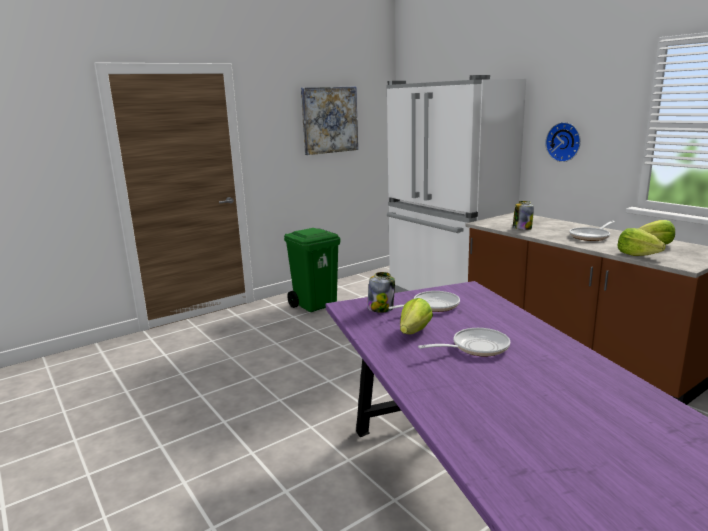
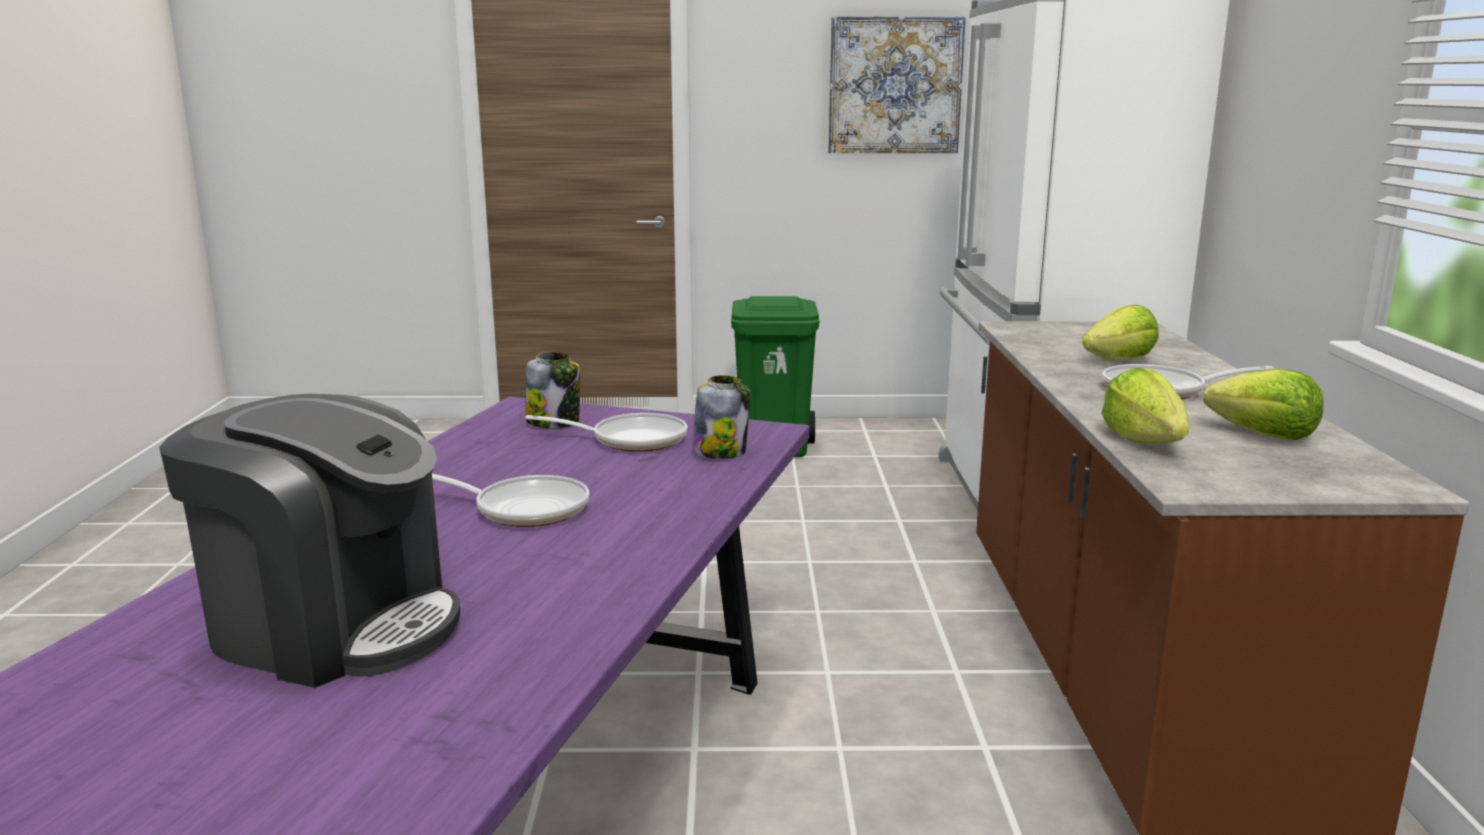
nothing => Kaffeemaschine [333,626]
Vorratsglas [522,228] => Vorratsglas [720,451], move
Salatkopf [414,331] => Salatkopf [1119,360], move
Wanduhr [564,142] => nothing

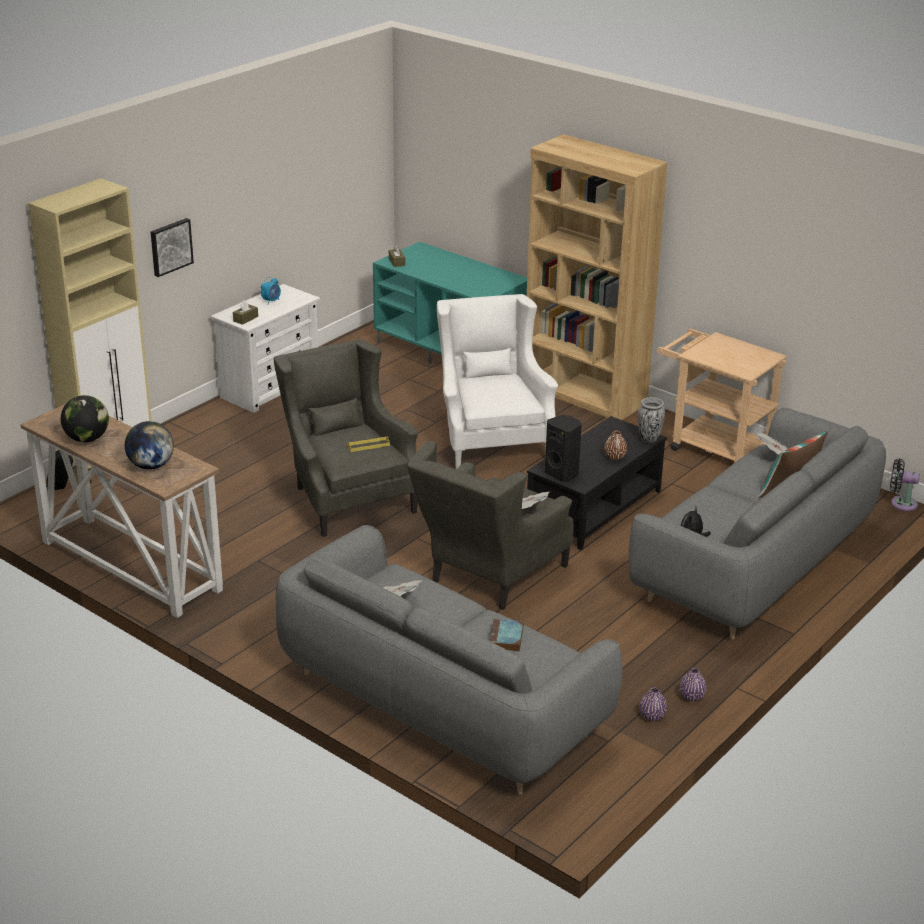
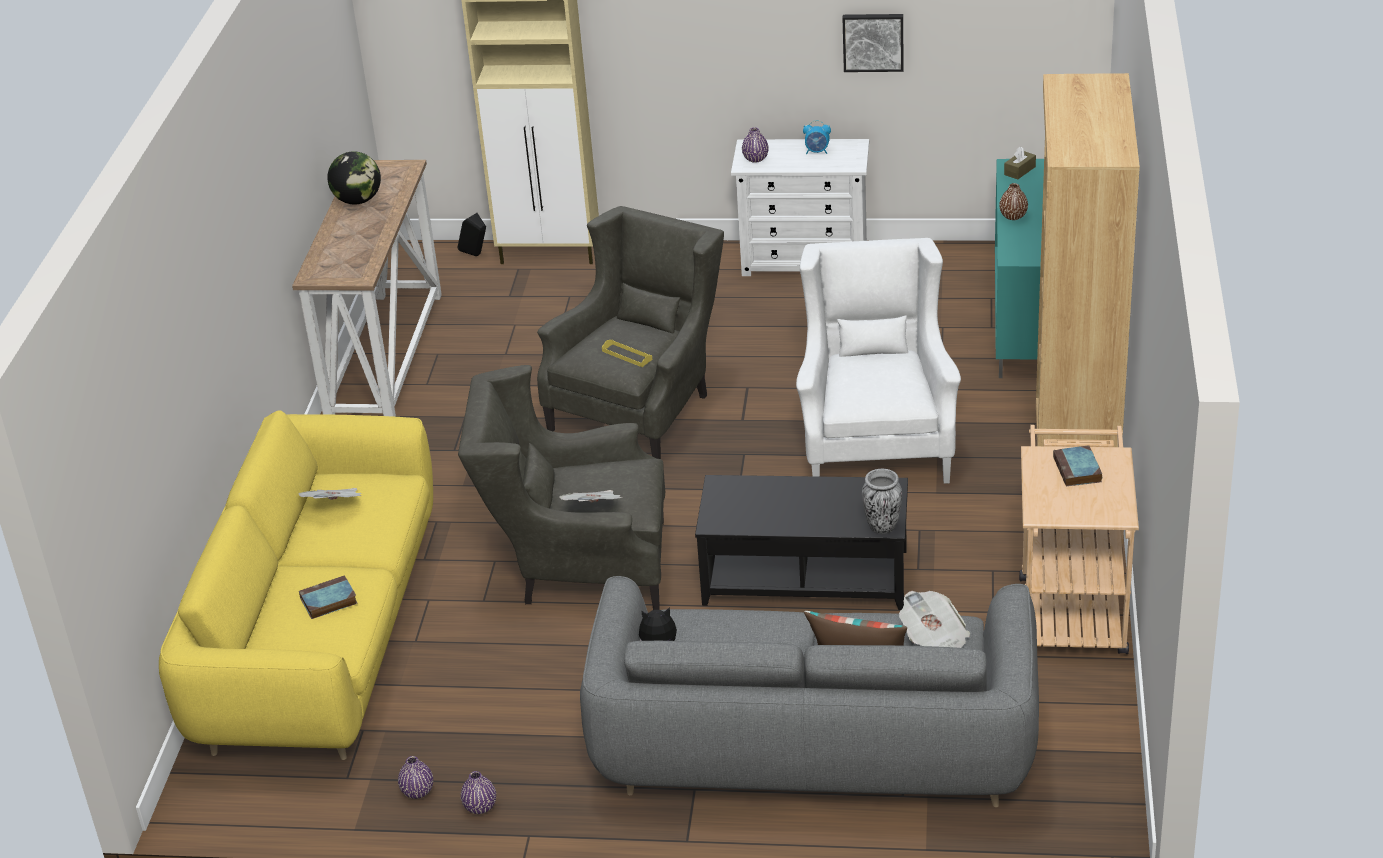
Sofa/grau [441,704] => Sofa/gelb [320,639]
Taschentuchbox/braun [245,319] => Vase/lila [755,159]
Sessel/weiß [491,439] => Sessel/weiß [876,439], 45 degrees counterclockwise
Bild [170,246] => Bild [873,41], move
Vase/braun [615,457] => Vase/braun [1013,216], move
nothing => Buch [1078,470]
Globus [151,466] => nothing
Lautsprecher/schwarz [562,473] => nothing
Ventilator/schwarz [900,503] => nothing

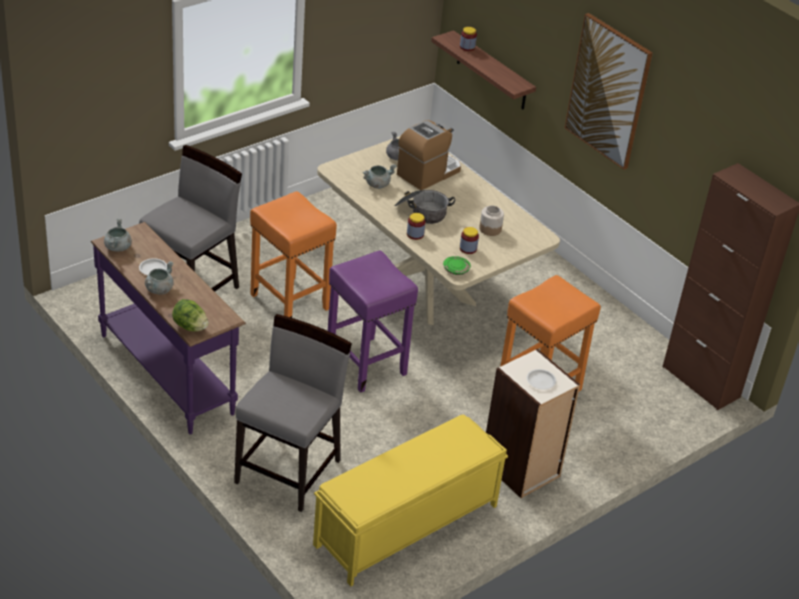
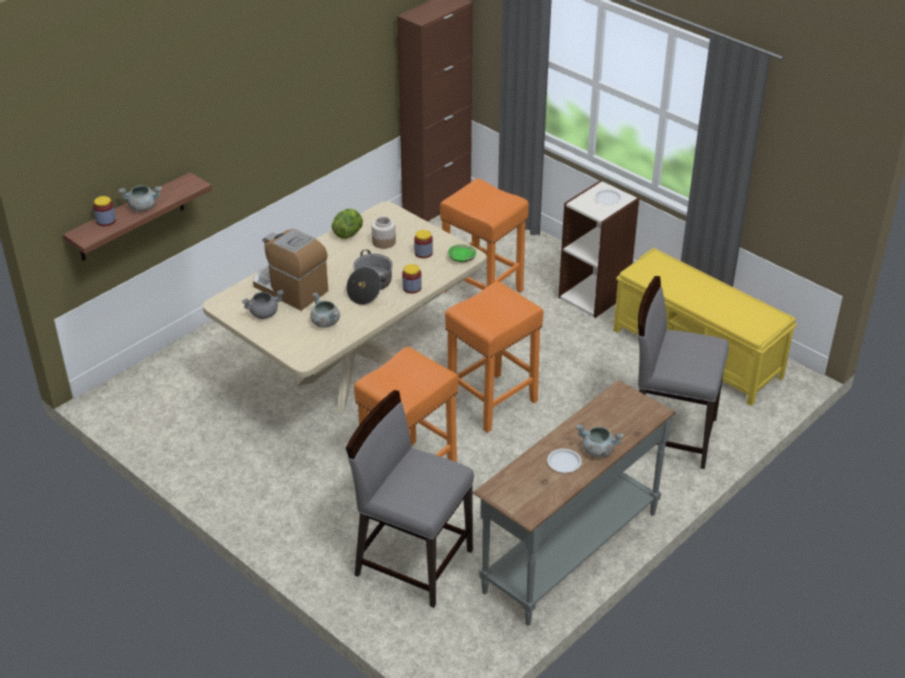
Kochtopf/grau [118,247] => Kochtopf/grau [143,207], move
Salatkopf [190,327] => Salatkopf [348,233], move
Hocker/lila [365,363] => Hocker/orange [491,403]
Konsolentisch/lila [168,373] => Konsolentisch/grau [569,551]
Bild [608,91] => nothing

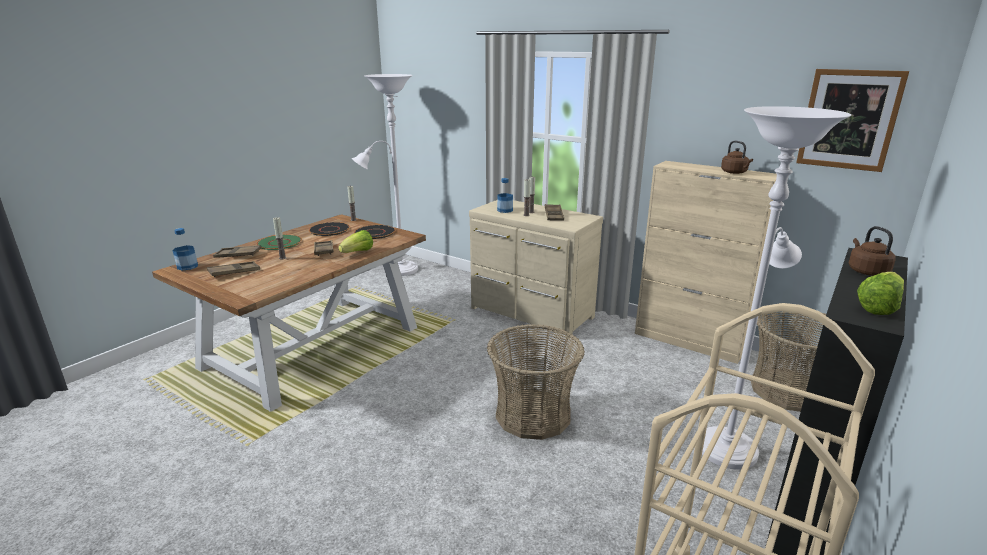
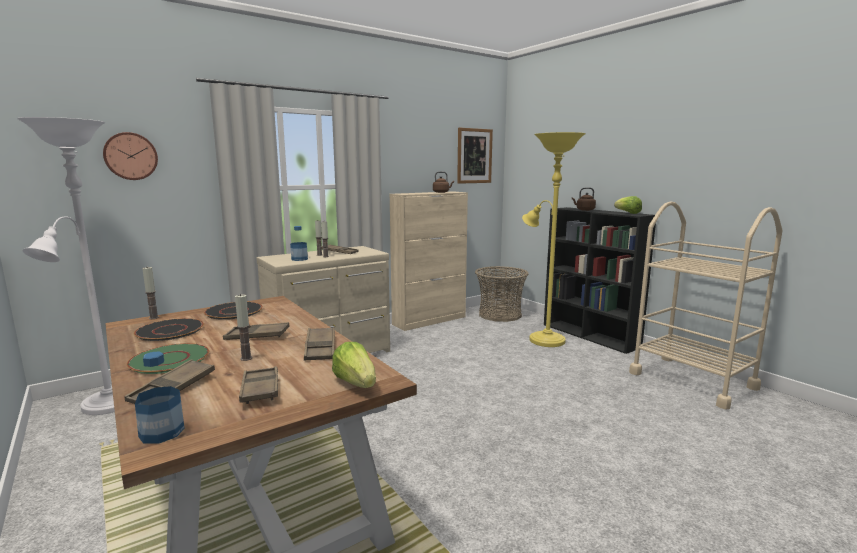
nothing => Wanduhr [130,156]
nothing => Tablett/braun [320,348]
Salatkopf [358,252] => Salatkopf [356,383], move
Stehlampe/weiß [729,445] => Stehlampe/gelb [543,339]
Korb [533,415] => nothing

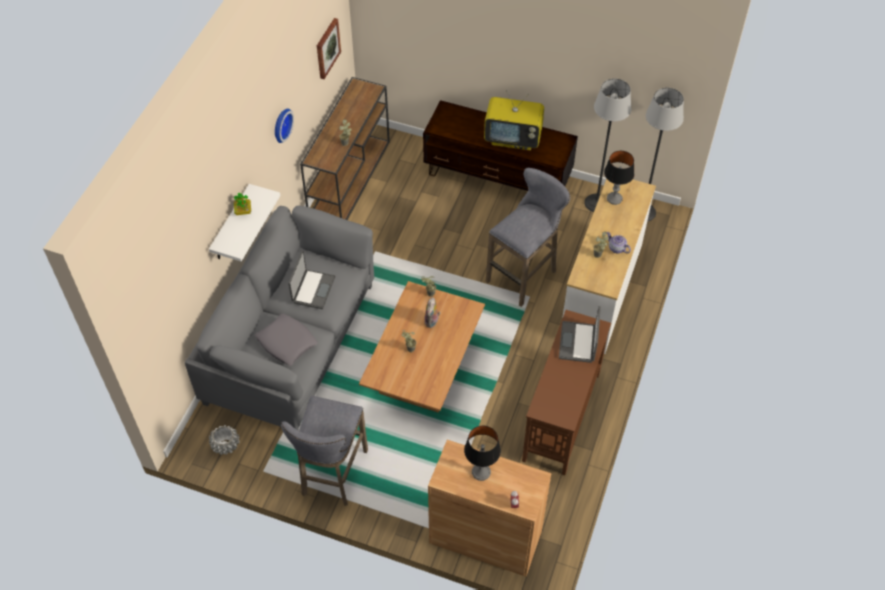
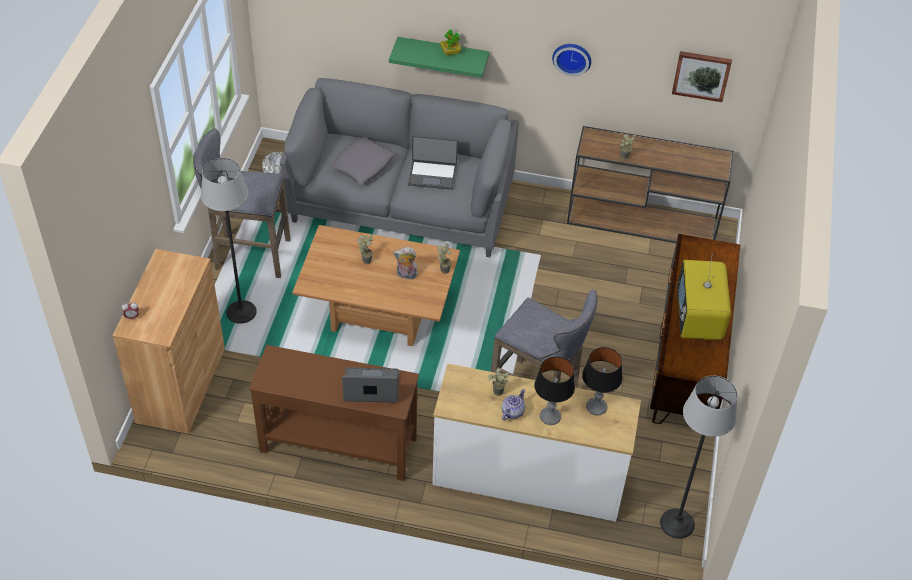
Stehlampe [596,203] => Stehlampe [241,312], move
Wandregal/weiß [231,225] => Wandregal/grün [442,55]
Tischlampe [481,472] => Tischlampe [550,416], move

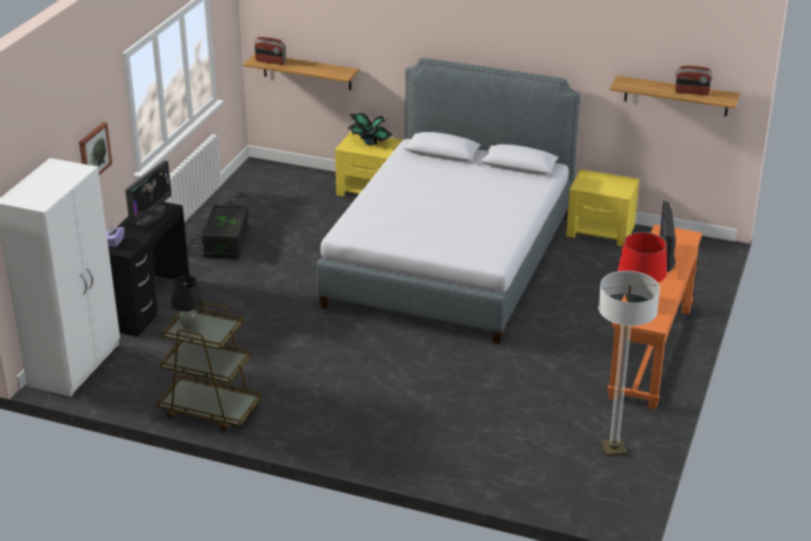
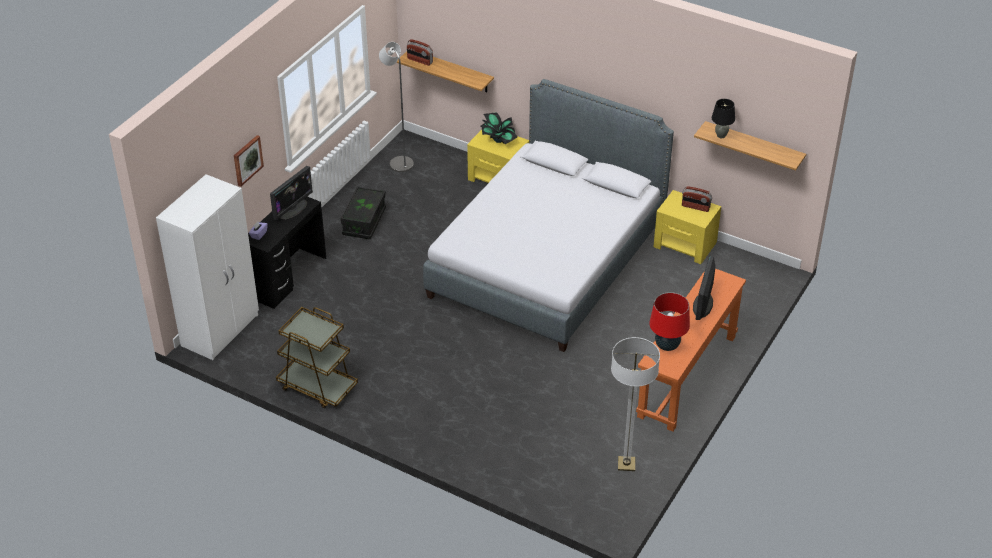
nothing => Stehlampe/grau [399,162]
Radio [691,92] => Radio [695,207], move
Tischlampe/schwarz [189,326] => Tischlampe/schwarz [721,135], move

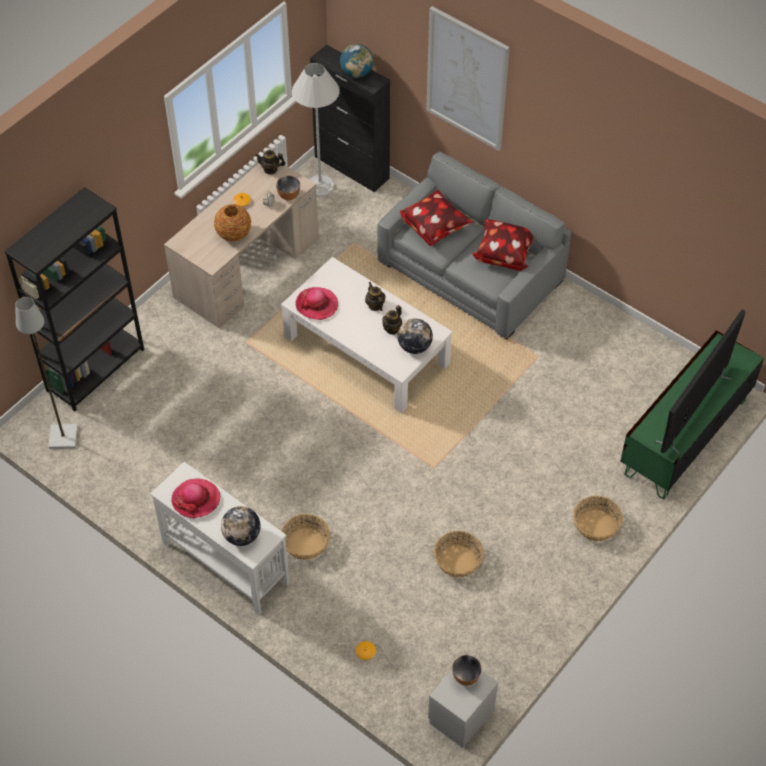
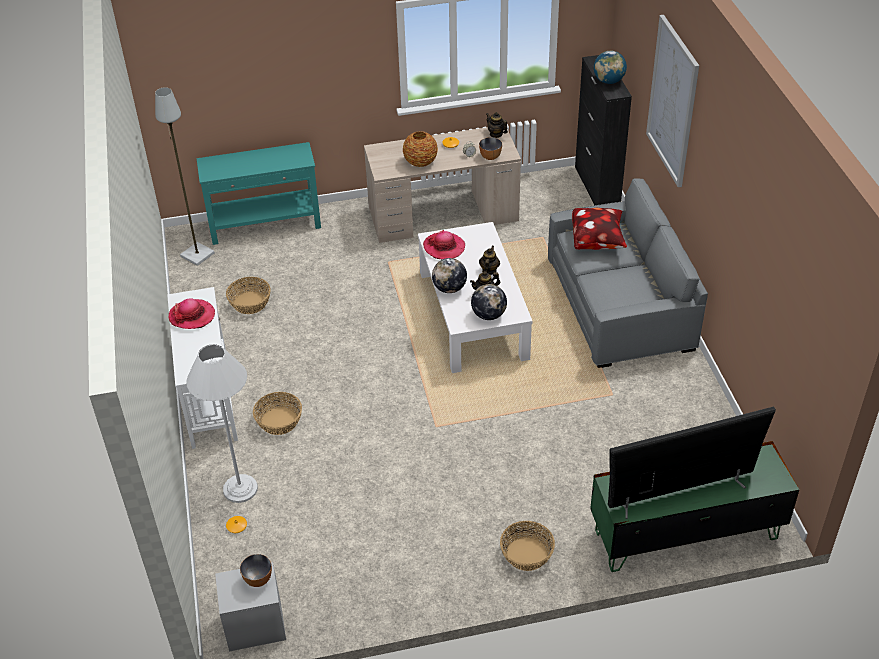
Stehlampe/weiß [320,186] => Stehlampe/weiß [240,489], move
Bücherregal/schwarz [95,369] => Konsolentisch/türkis [265,224]
Korb [457,561] => Korb [250,303], move
Globus [242,536] => Globus [449,288], move
Kissen [504,254] => nothing

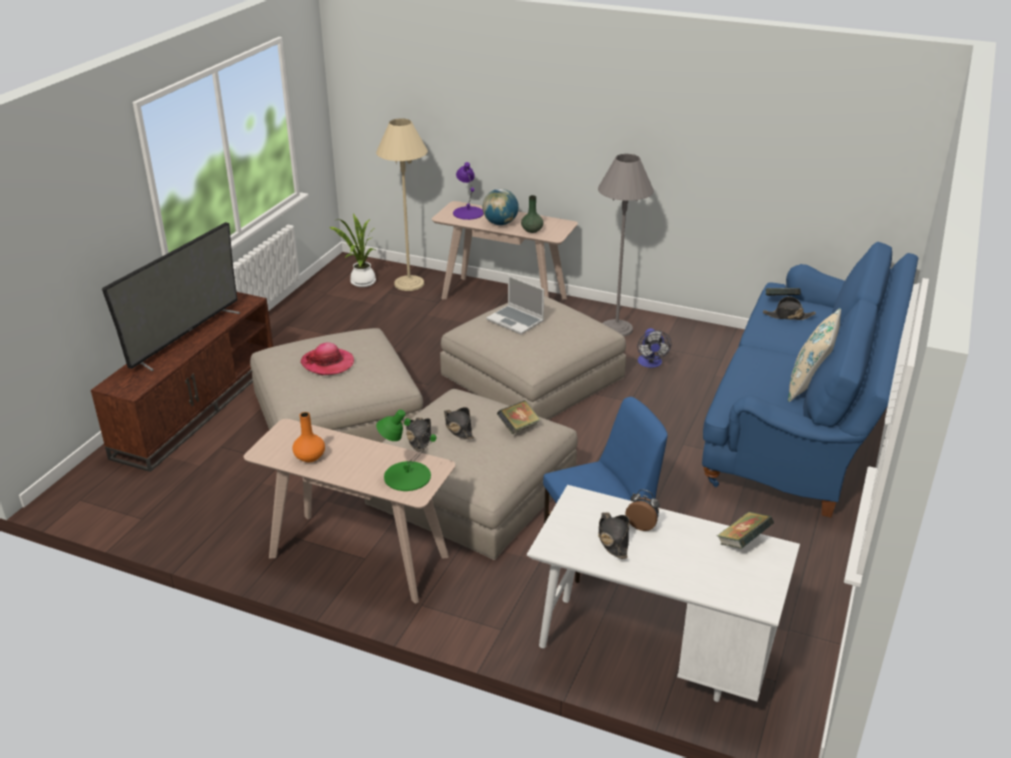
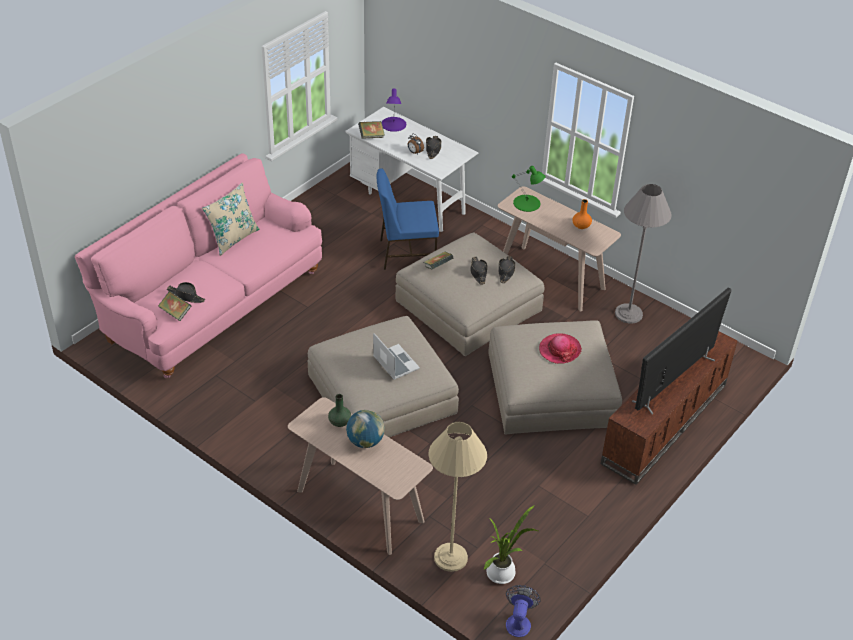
Sofa/blau [801,423] => Sofa/rosa [211,304]
Tischlampe/lila [468,213] => Tischlampe/lila [393,124], move
Ventilator [650,363] => Ventilator [519,621], move
Stehlampe/grau [616,329] => Stehlampe/grau [628,314], move

